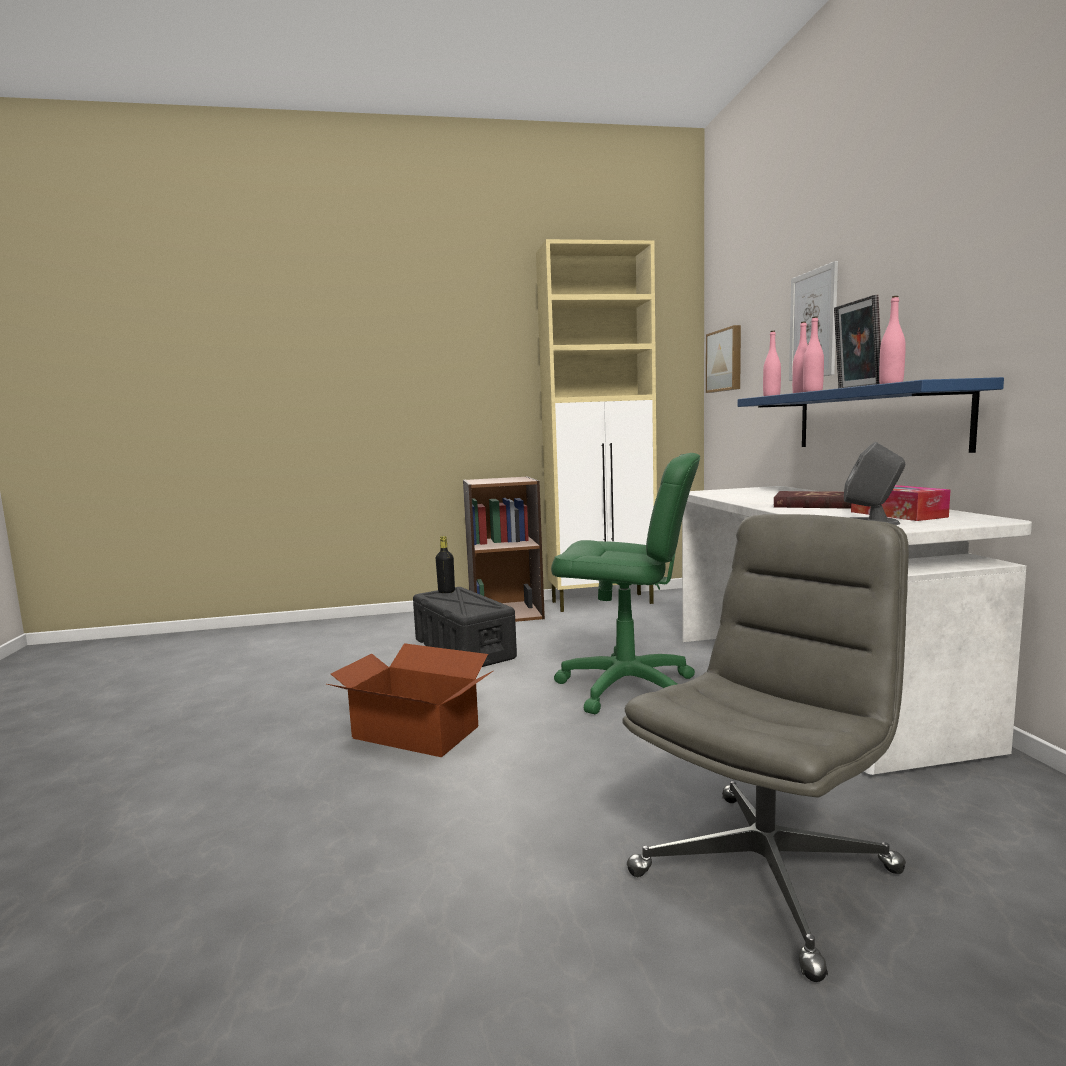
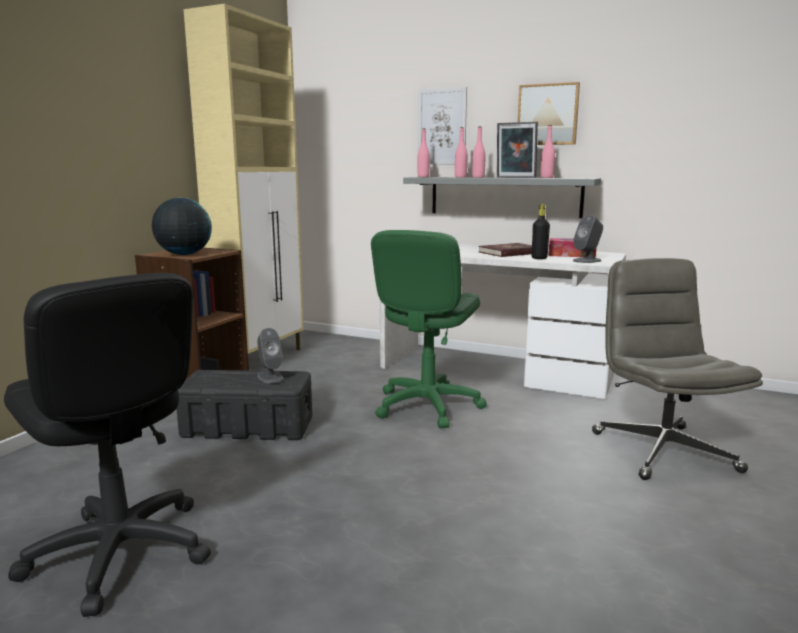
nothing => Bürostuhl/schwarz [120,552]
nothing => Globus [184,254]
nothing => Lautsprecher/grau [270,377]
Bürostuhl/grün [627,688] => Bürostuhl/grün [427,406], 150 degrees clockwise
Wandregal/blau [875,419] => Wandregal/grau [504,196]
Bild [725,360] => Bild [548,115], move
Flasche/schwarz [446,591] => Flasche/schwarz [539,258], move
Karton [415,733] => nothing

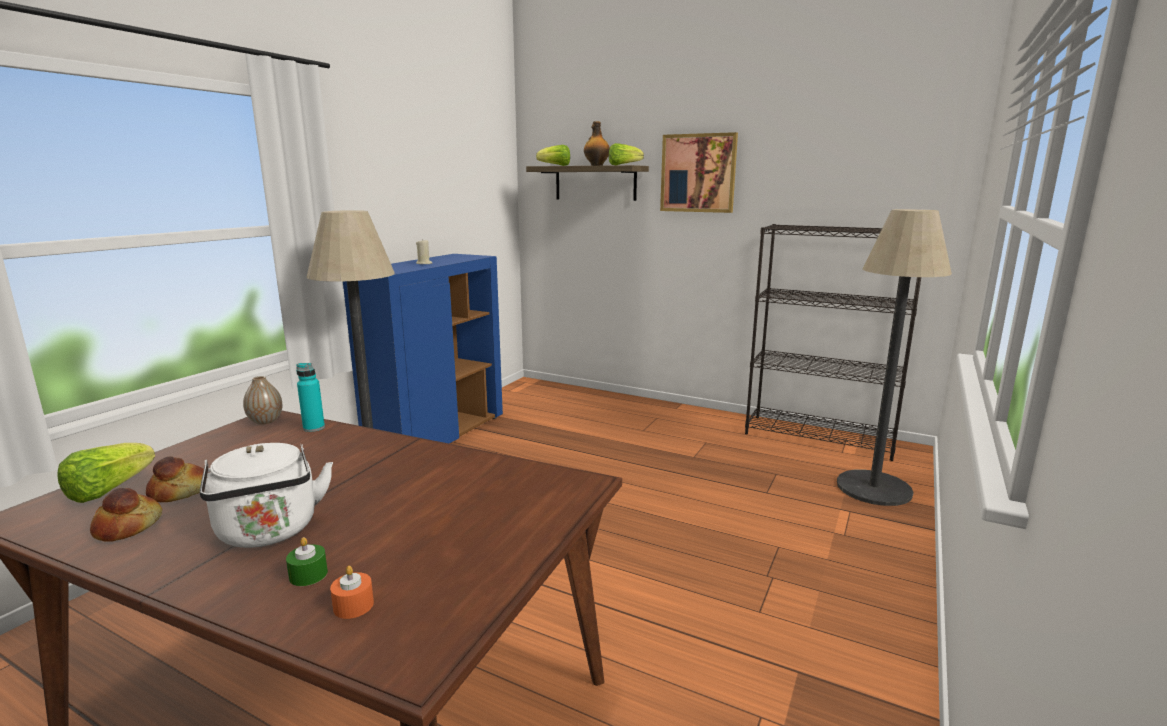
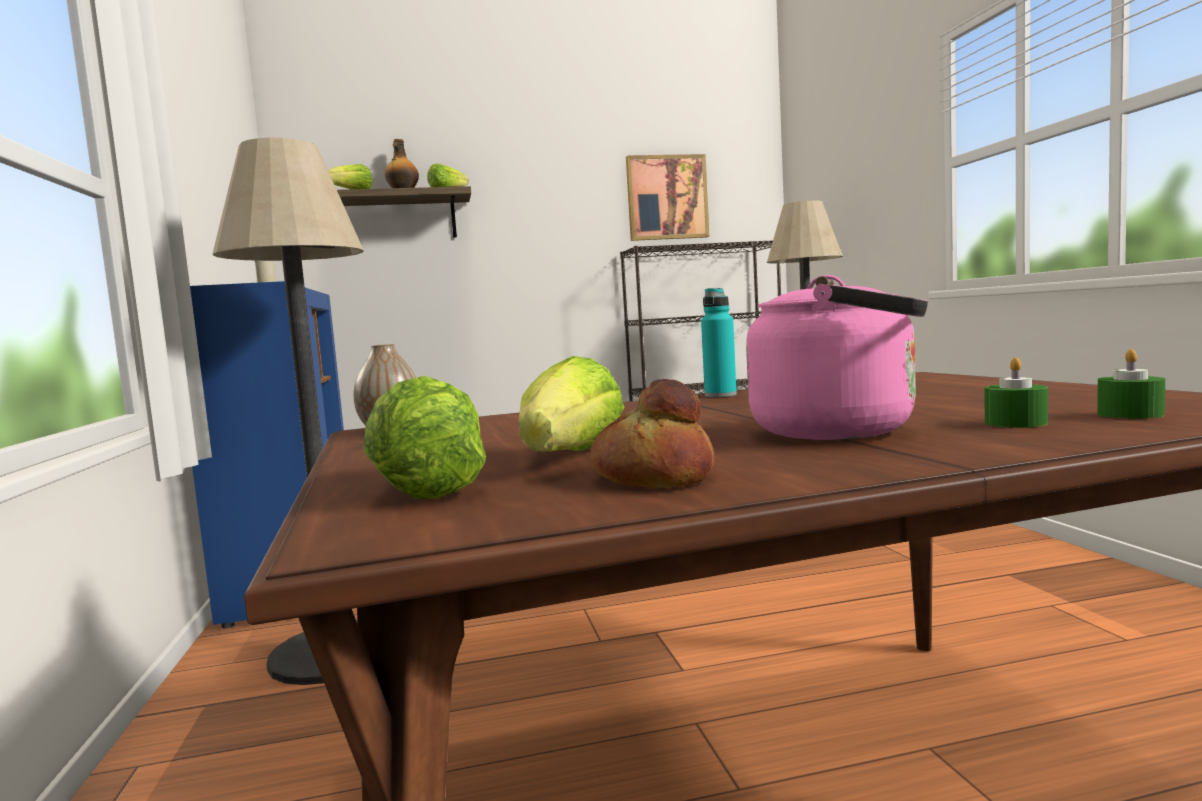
Brot [180,492] => Salatkopf [571,458]
Bild [698,173] => Bild [667,197], move
Flasche/türkis [314,428] => Flasche/türkis [720,395], move
Wasserkessel/weiß [269,532] => Wasserkessel/rosa [843,431]
Kerze/orange [353,605] => Kerze/grün [1130,414]

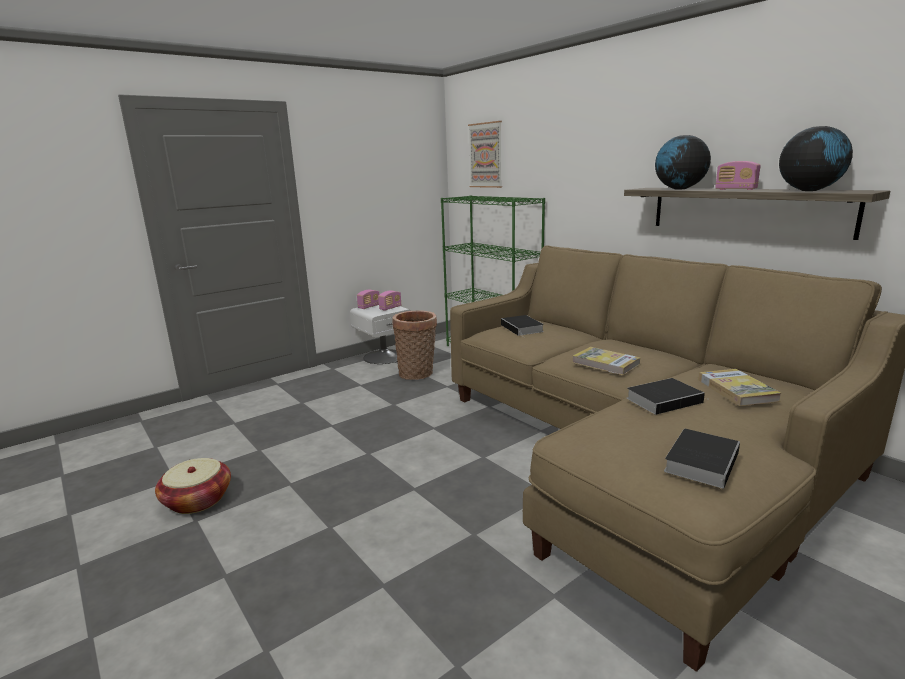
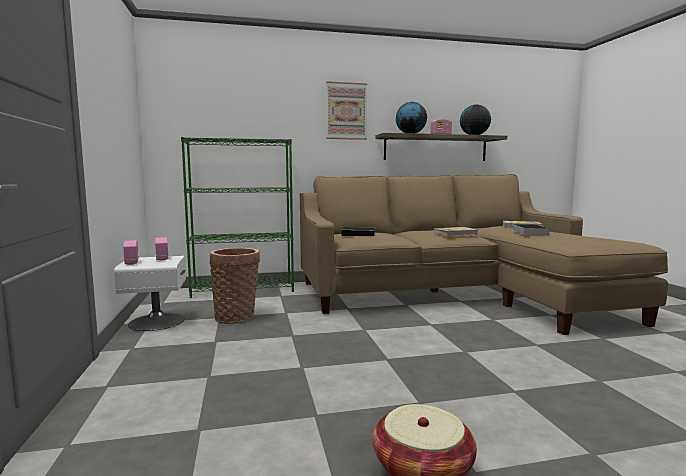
Bild [486,155] => Bild [346,111], move
Buch [701,461] => nothing

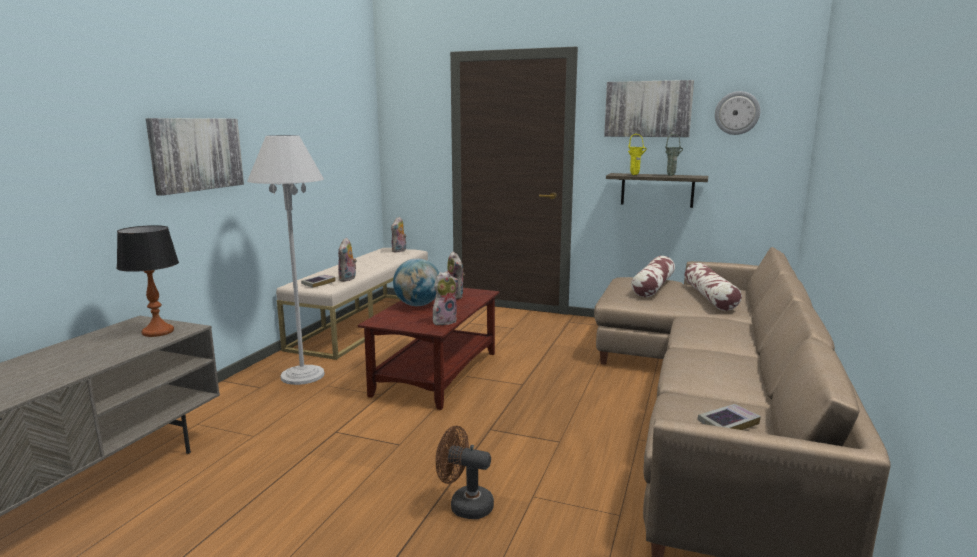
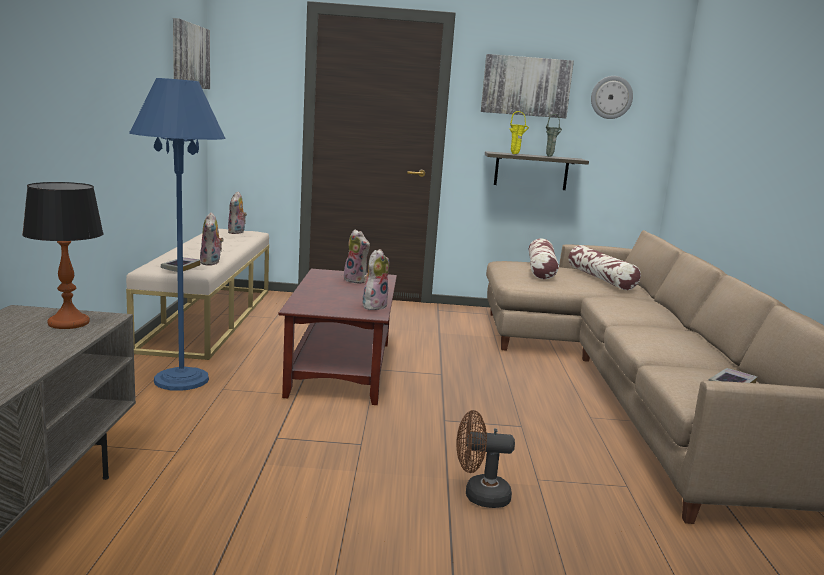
Stehlampe/weiß [302,375] => Stehlampe/blau [181,379]
Bild [196,154] => Bild [189,56], move
Globus [417,305] => nothing

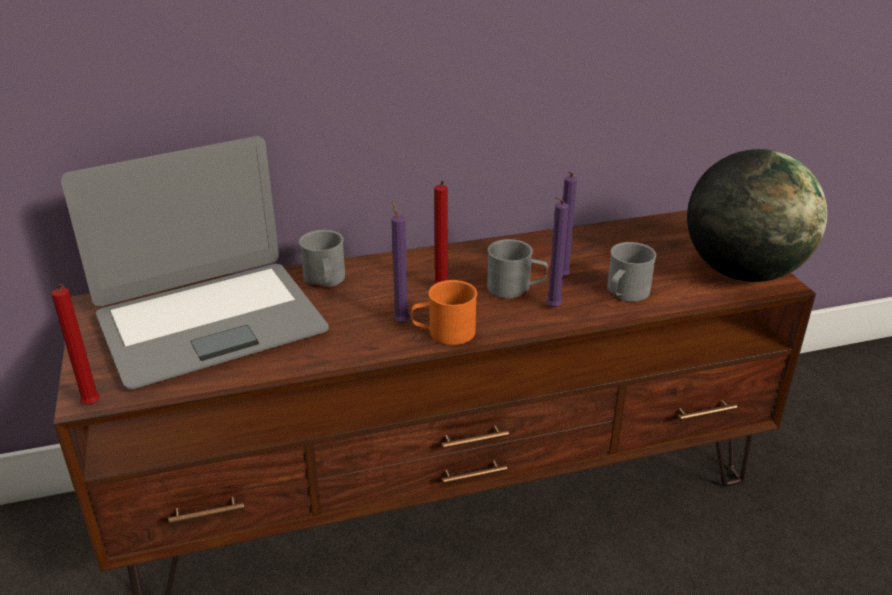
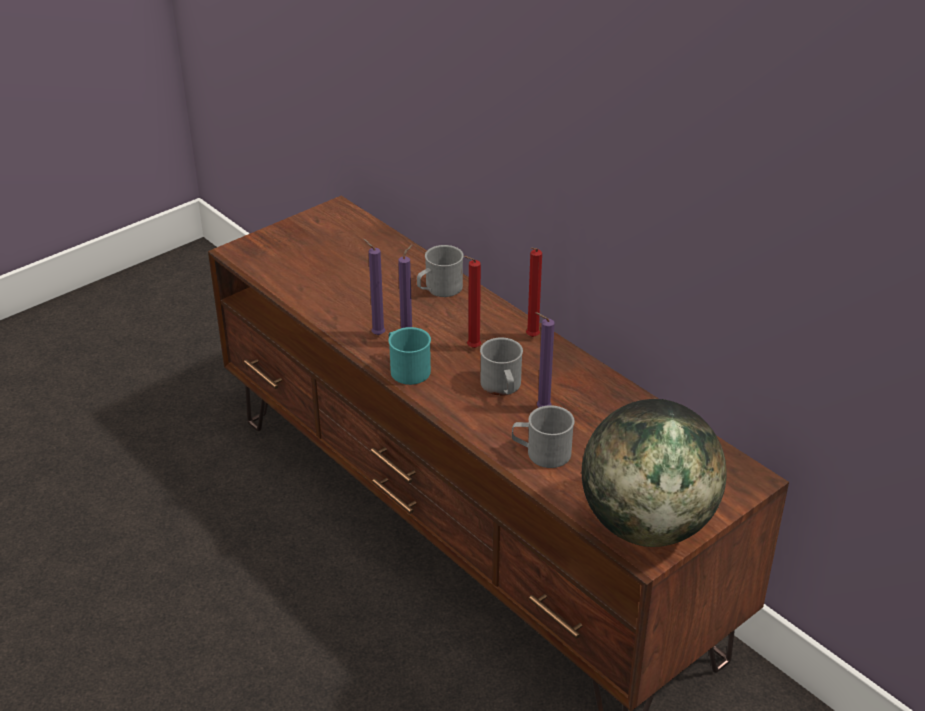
Kerze/lila [551,308] => Kerze/lila [376,334], move
Henkelbecher/orange [444,333] => Henkelbecher/türkis [406,368]
Kerze/rot [92,406] => Kerze/rot [531,338], move
Laptop [210,323] => nothing

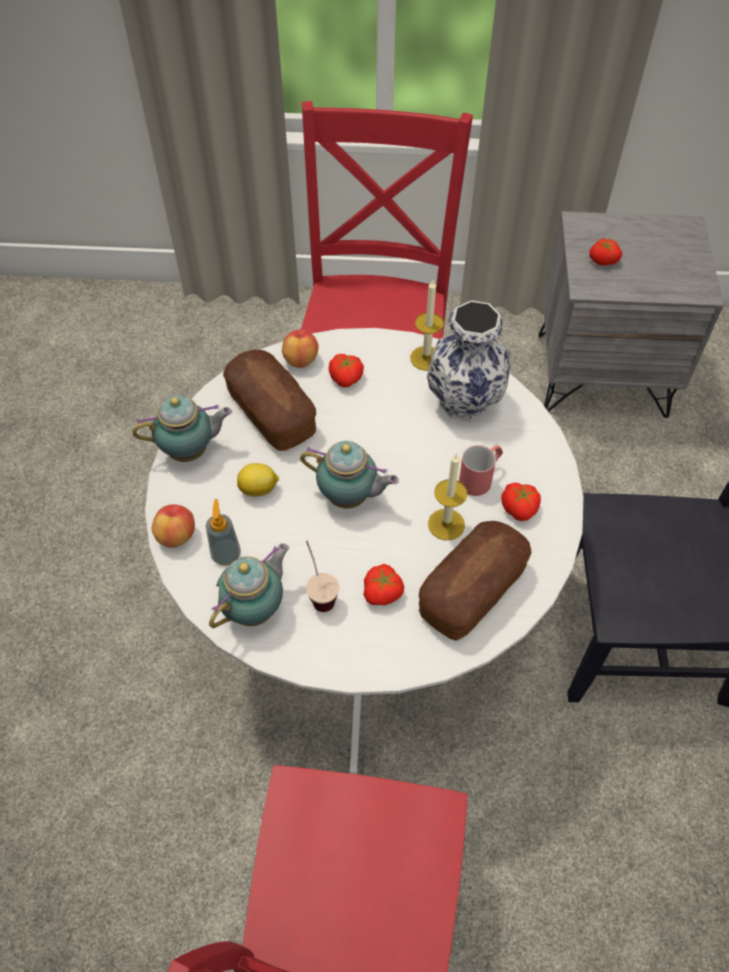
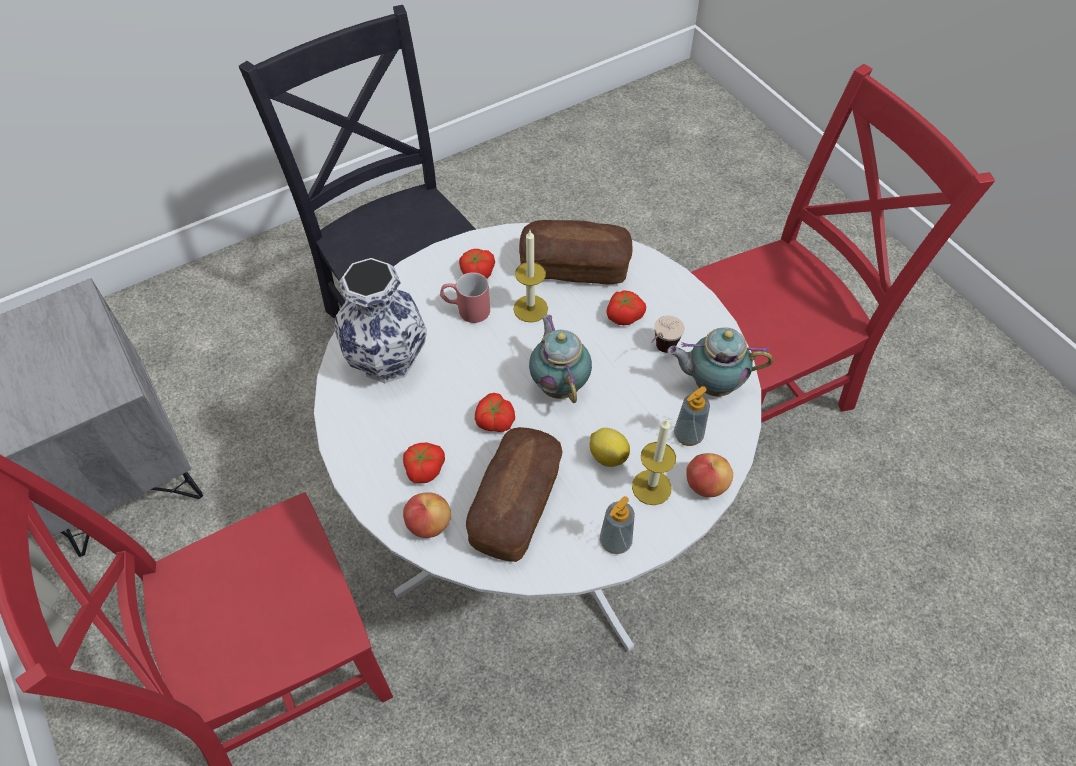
Tomate [603,259] => Tomate [494,421], move
Teekanne [191,451] => Seifenspender [615,541]
Kerze [426,358] => Kerze [651,487], move

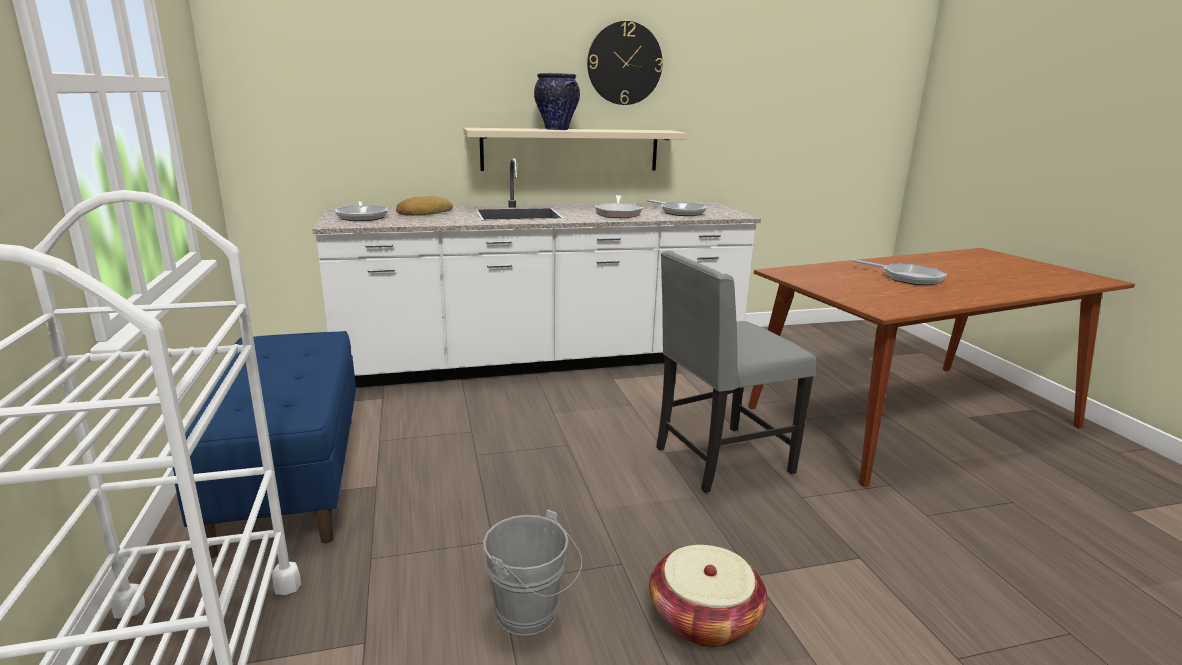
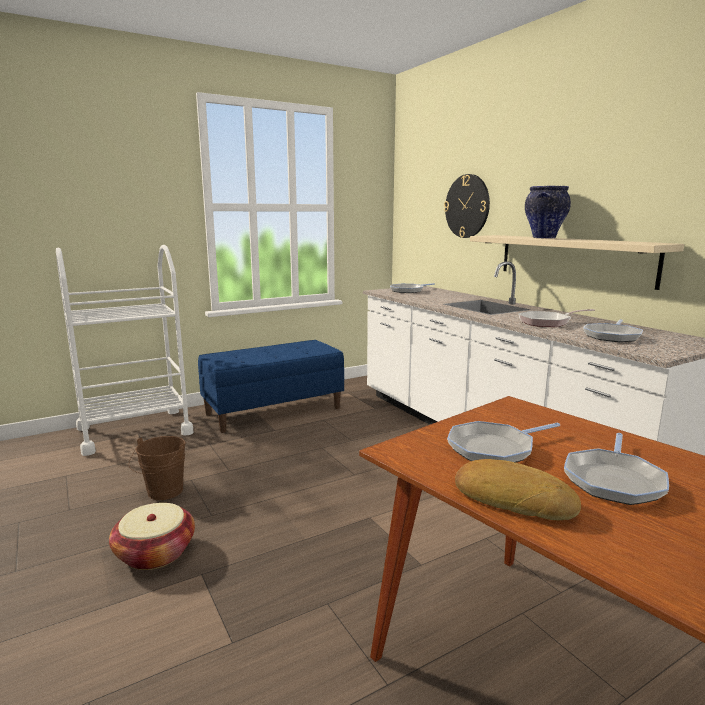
Eimer/grau [532,616] => Eimer/braun [162,493]
Wanduhr [624,63] => Wanduhr [467,206], move
nothing => Pfanne [494,448]
Brot [424,213] => Brot [513,498], move
Stuhl/grau [720,460] => nothing

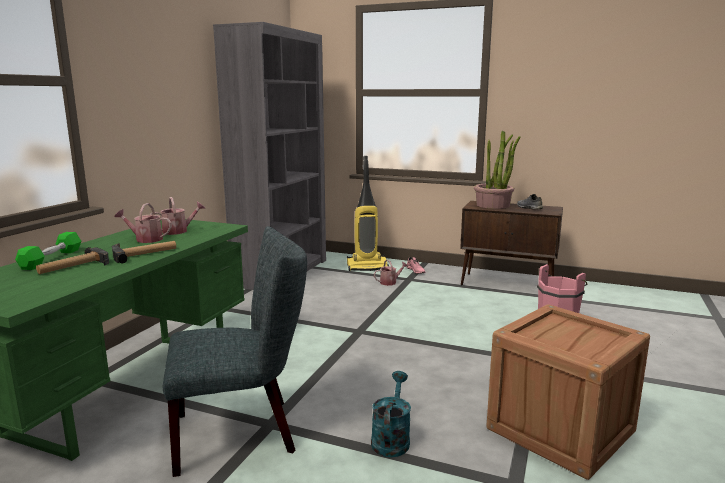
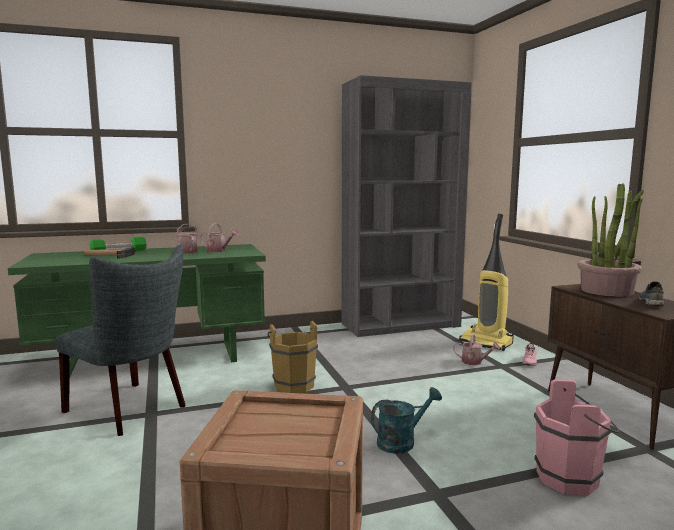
nothing => Eimer/braun [293,384]
Gießkanne/türkis [391,438] => Gießkanne/türkis [401,441], move
Hammer [145,254] => nothing

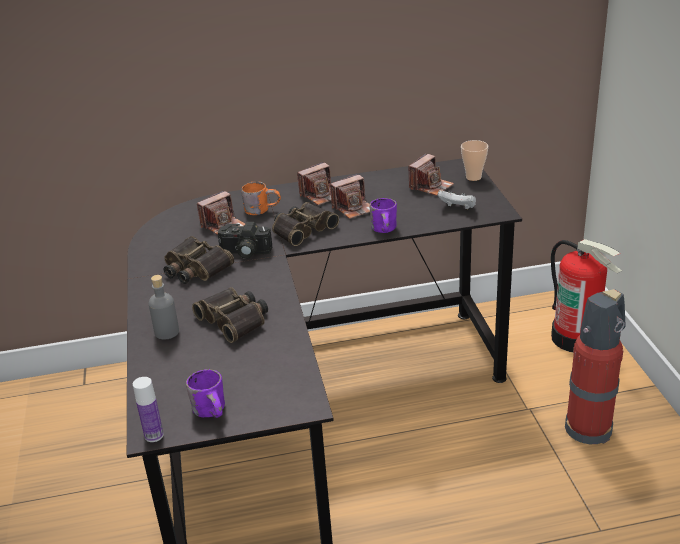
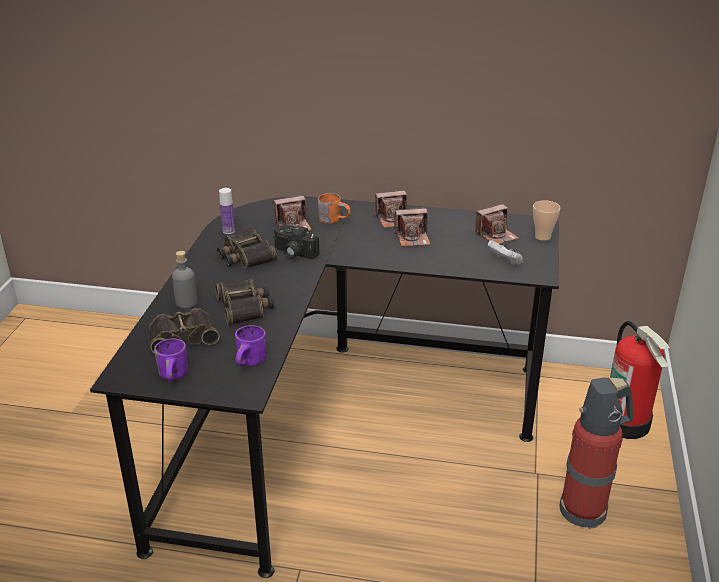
Fernglas [302,229] => Fernglas [183,335], move
Flasche [154,435] => Flasche [228,231], move
Henkelbecher/lila [386,230] => Henkelbecher/lila [252,362], move

